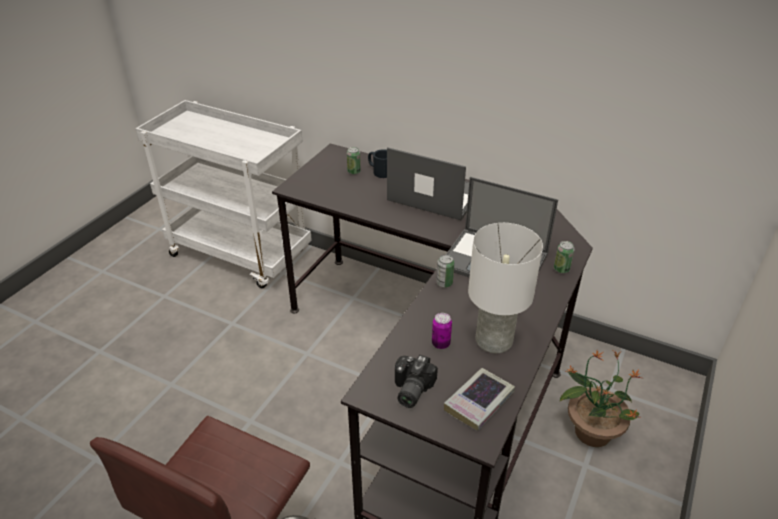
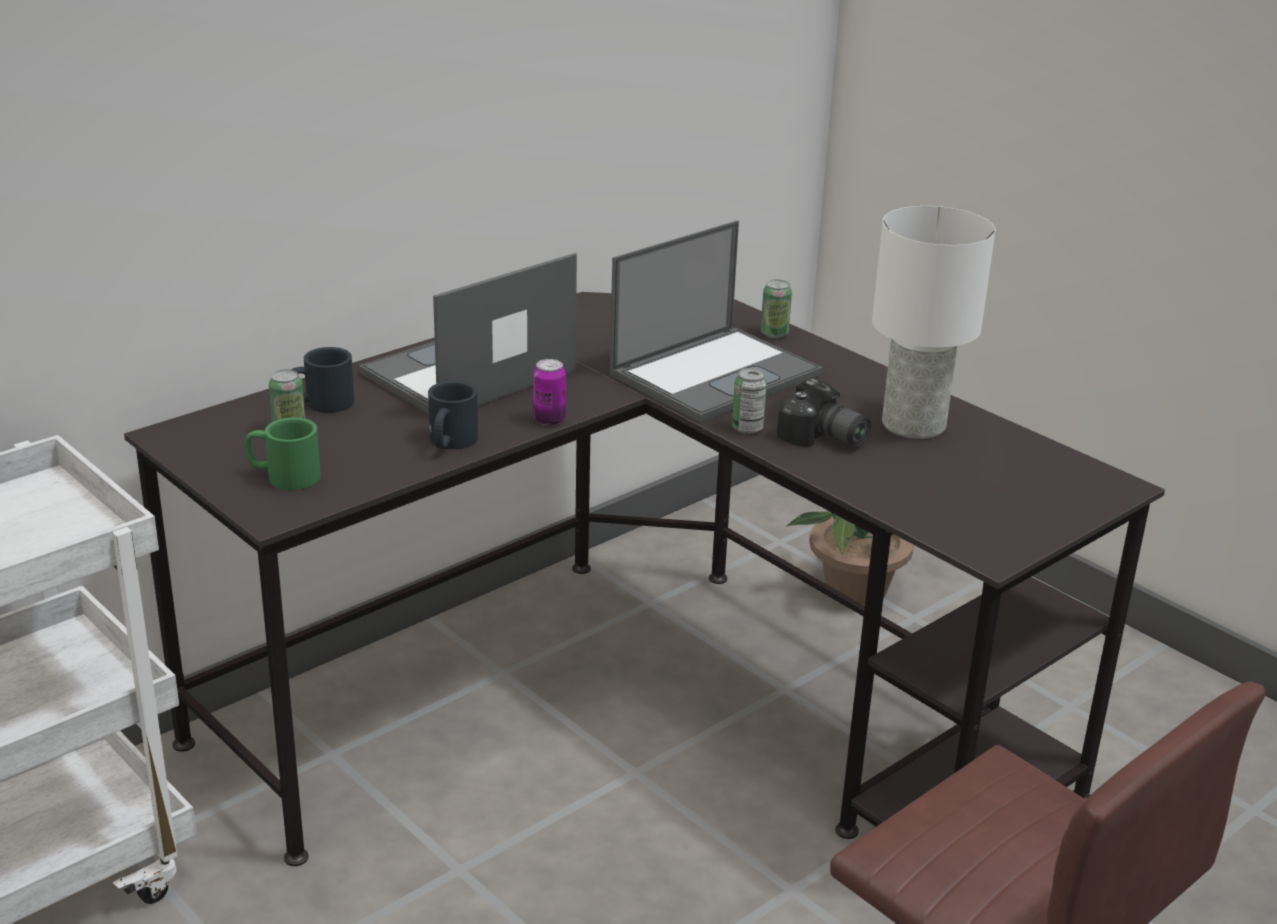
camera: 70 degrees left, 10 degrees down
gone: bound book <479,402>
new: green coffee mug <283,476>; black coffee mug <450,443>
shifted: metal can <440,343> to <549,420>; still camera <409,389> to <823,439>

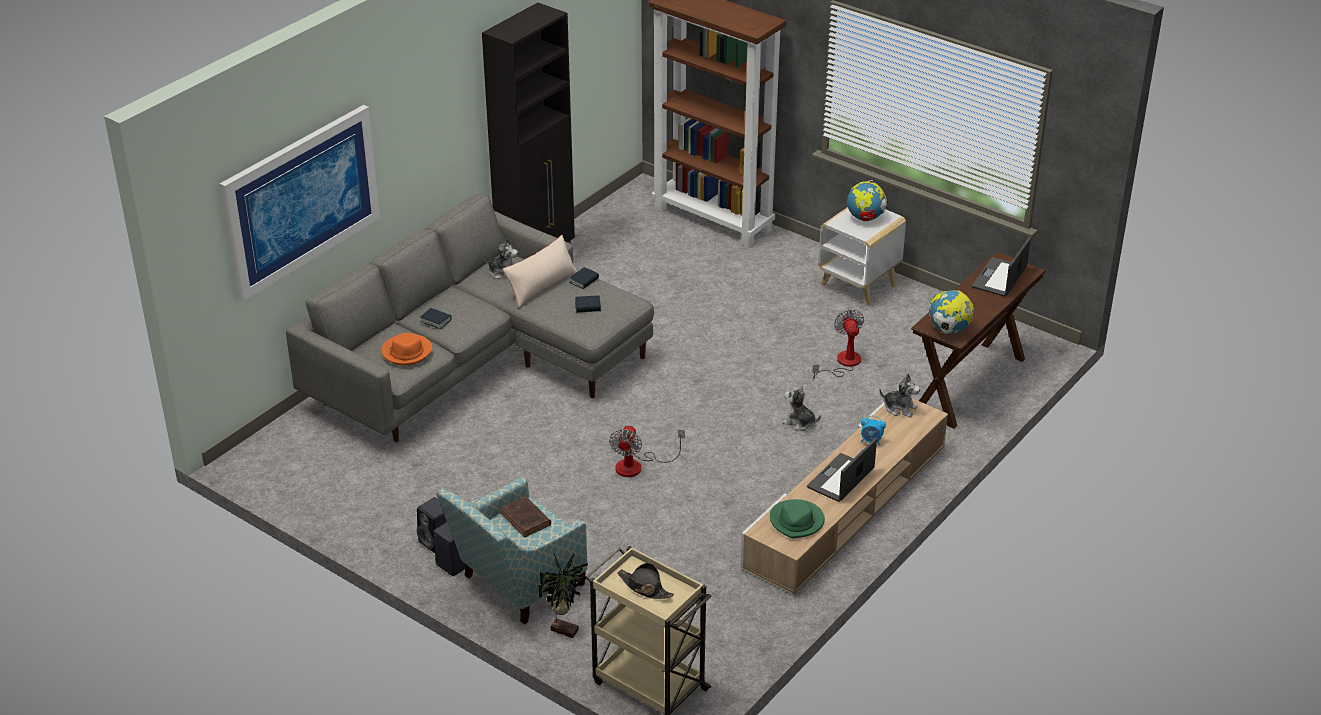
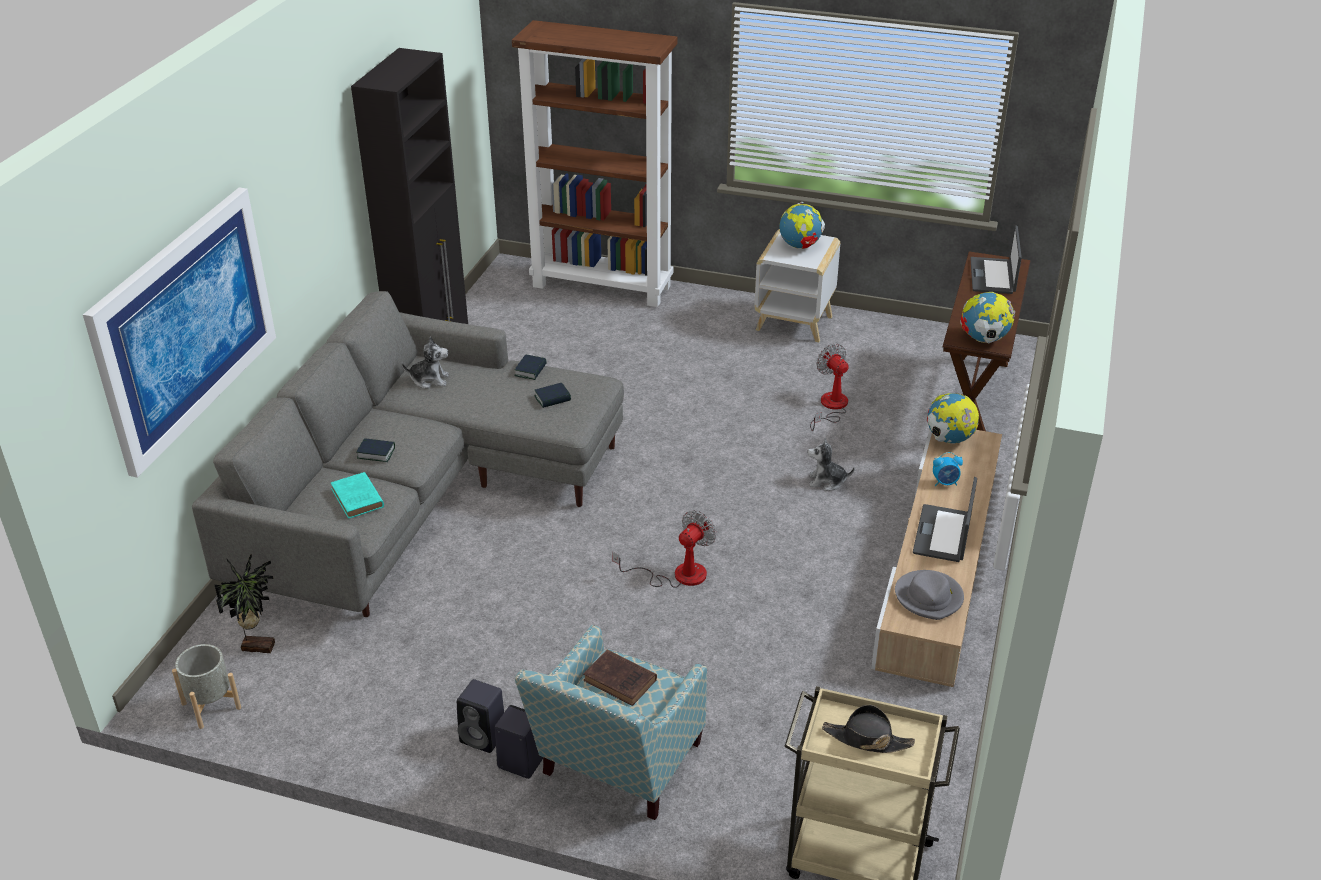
camera: 20 degrees left, 0 degrees up
gone: sand-coloured pillow <541,286>
new: greyish flower pot <211,706>
shifted: plant in a pot <564,629> to <258,645>
swapped: orange-coloured clothing hat <406,352> to blue-green bound book <358,499>; plush toy <899,408> to desk globe <949,439>
repainted: green clothing hat <797,521> to greyish clothing hat <929,597>
rotated: cooling fan <637,466> = <677,575> 135 degrees counterclockwise

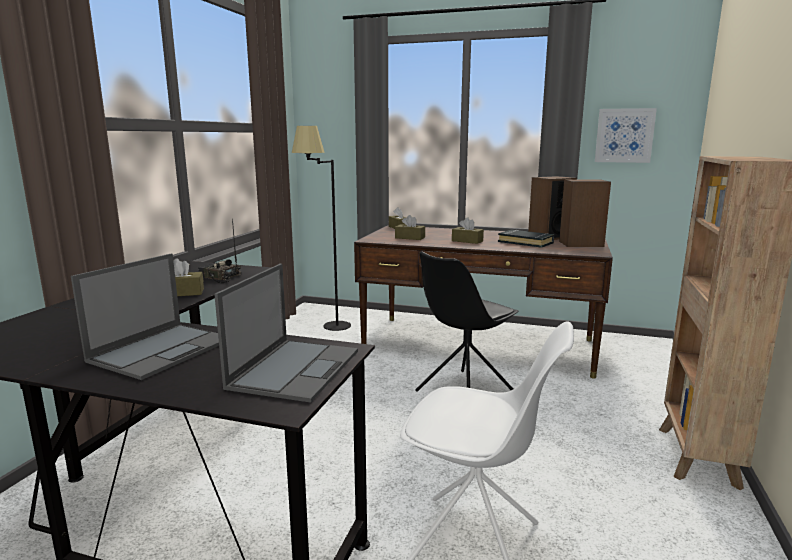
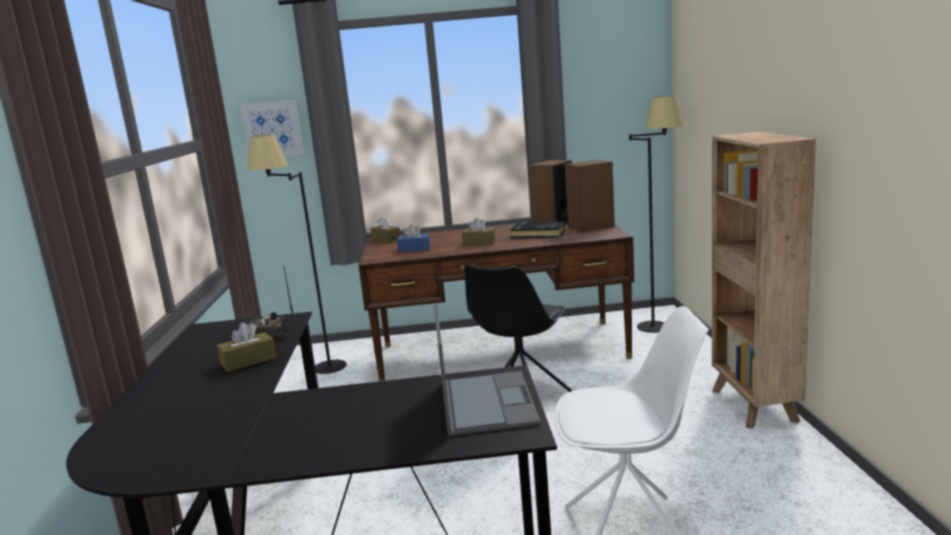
camera: 20 degrees left, 0 degrees up
gone: laptop <163,350>
new: black standard lamp <659,322>
shifted: wall art <624,135> to <272,129>
repainted: brown tissue box <410,238> to blue tissue box <414,249>

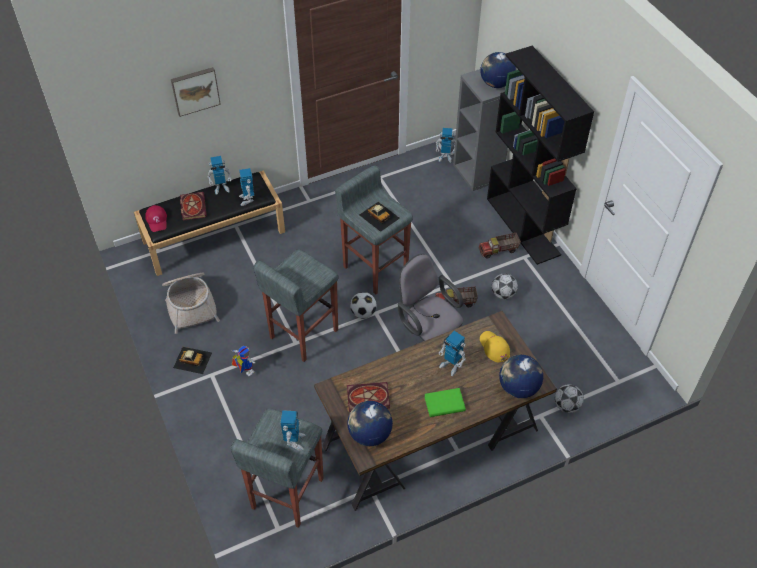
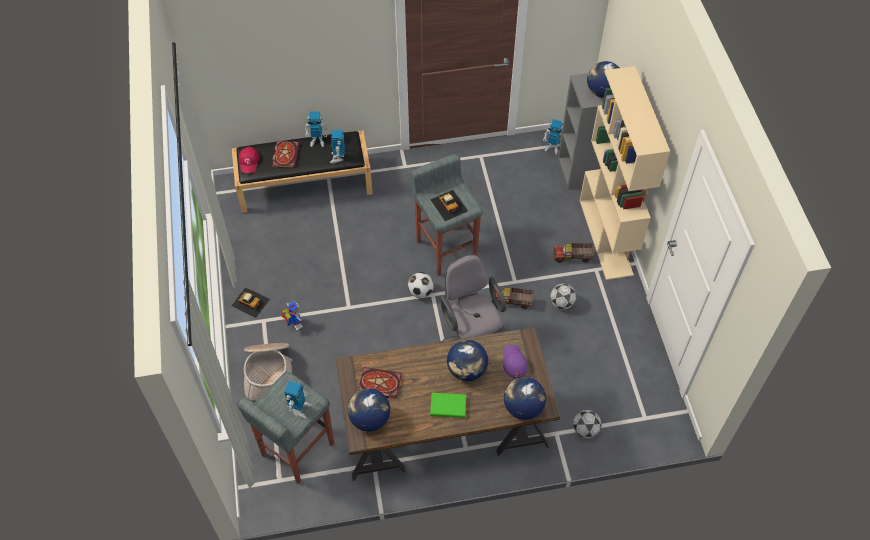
camera: 15 degrees right, 5 degrees up
gone: wall art <195,90>; greyish stool <302,334>
shifted: storage basket <190,304> to <269,374>
swapped: robot figure <451,365> to desk globe <467,370>
repainted: yellowish peaked cap <494,347> to purple peaked cap <514,362>; black bookshelf <523,226> to sand-coloured bookshelf <606,237>

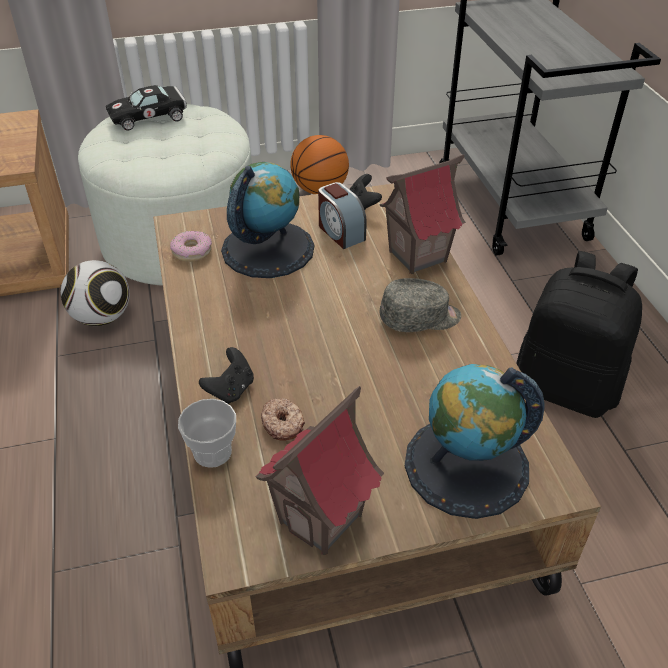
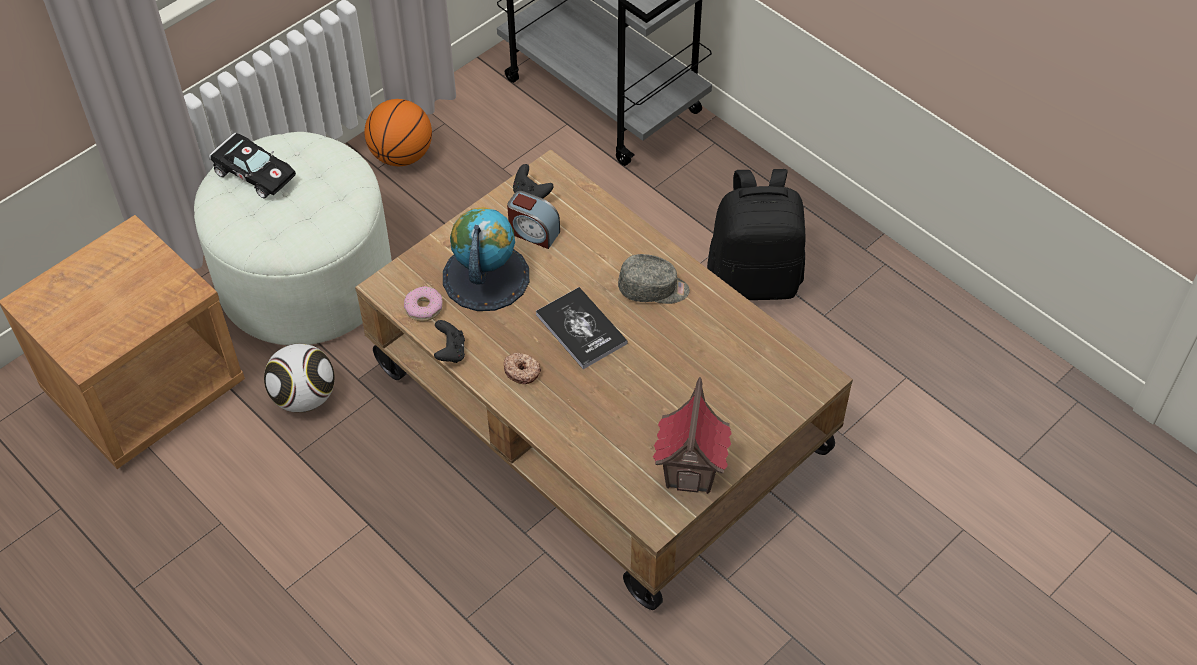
camera: 30 degrees left, 10 degrees up
gone: cup <212,452>; model house <417,256>; desk globe <466,466>
new: bound book <581,329>
shifted: black game controller <231,390> to <450,352>; doughnut <283,424> to <522,371>
rotated: black model car <151,117> = <252,173> 90 degrees counterclockwise; greyish peaked cap <420,318> = <653,289> 45 degrees clockwise

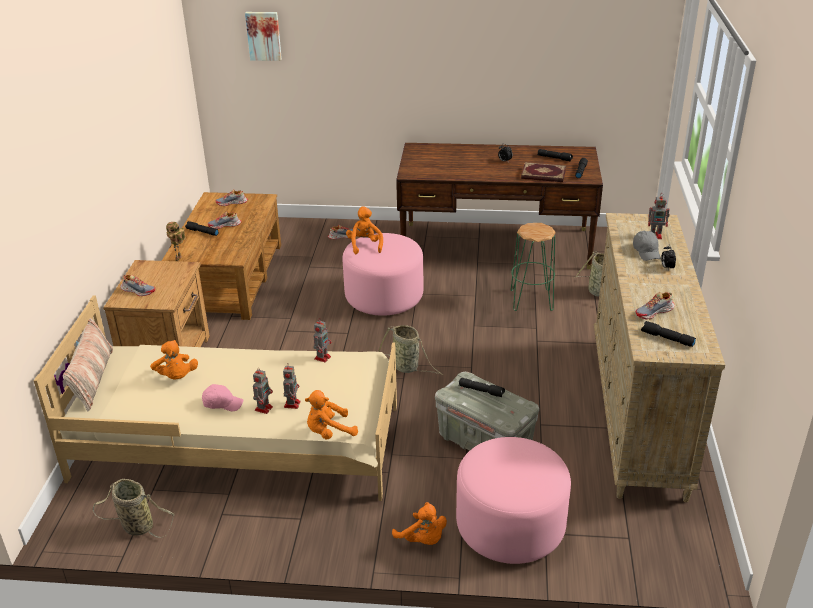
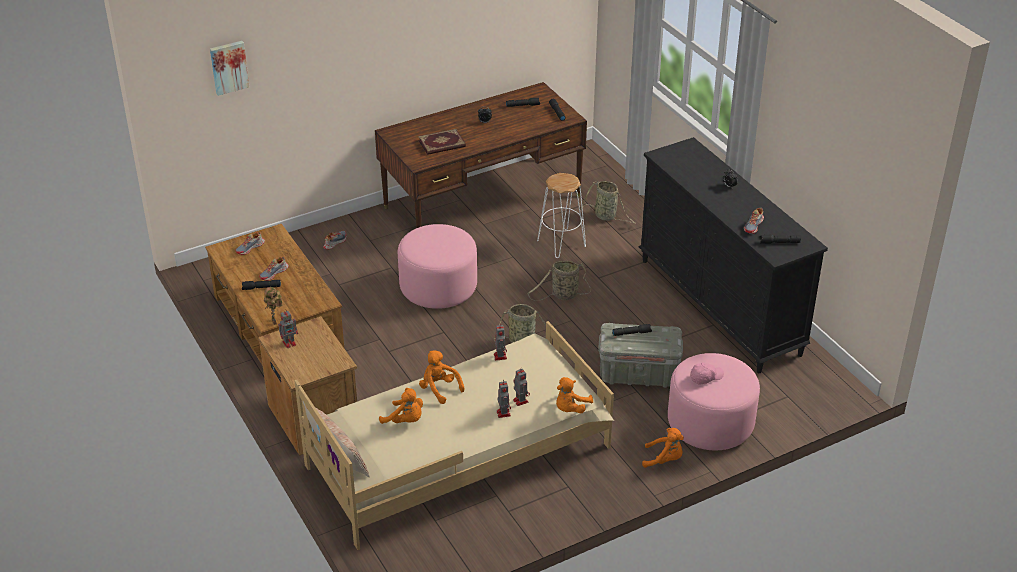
camera: 35 degrees left, 5 degrees up
gone: item of footwear <138,290>; greyish peaked cap <646,252>
shifted: robot figure <656,235> to <290,343>; bound book <543,175> to <442,144>; orange-coloured plush toy <365,245> to <439,389>; storage basket <135,526> to <563,295>; pinkish peaked cap <222,403> to <705,377>
repainted: green stool <531,300> to white stool <561,243>; sand-coloured chest of drawers <637,414> to black chest of drawers <719,307>

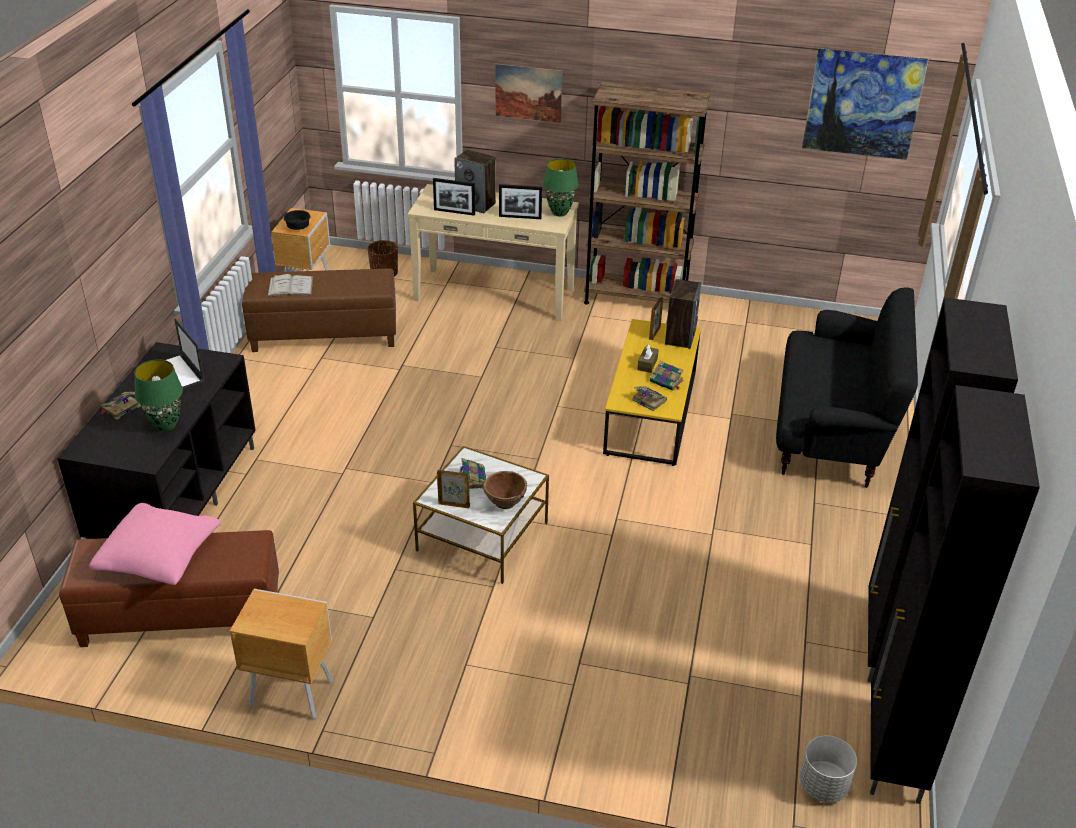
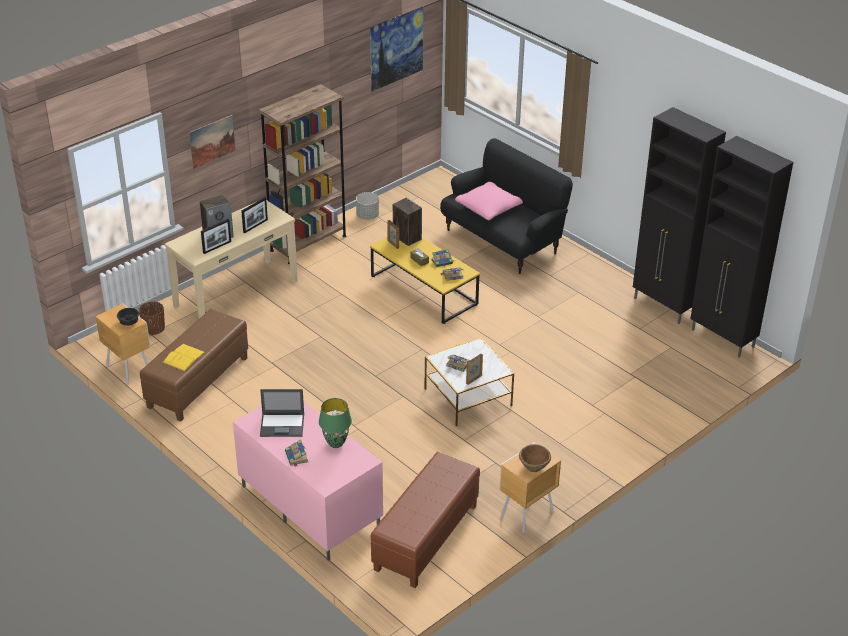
camera: 55 degrees left, 0 degrees up
gone: green table lamp <559,213>
shifted: greyish flower pot <823,786> to <367,216>; pinkish pillow <159,556> to <488,208>; brown serving bowl <505,503> to <534,467>
repainted: white bound book <290,287> to yellowish bound book <184,358>; black tv stand <175,496> to pinkish tv stand <308,506>

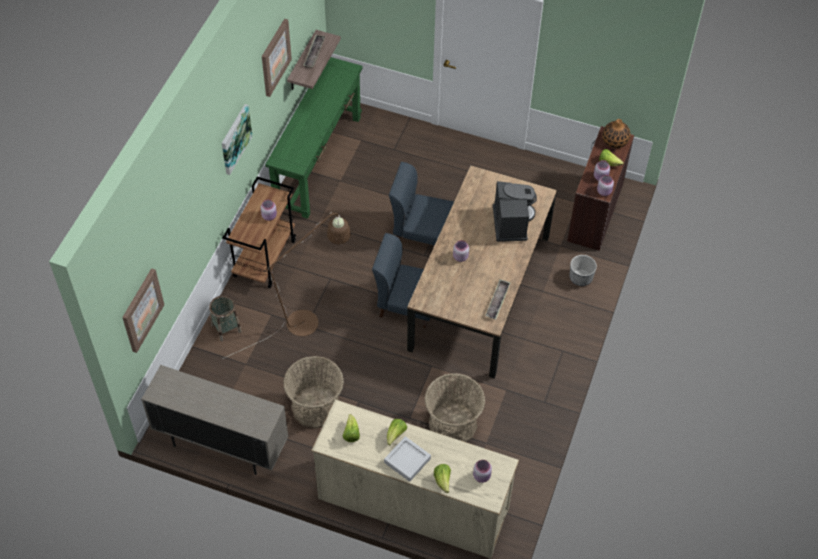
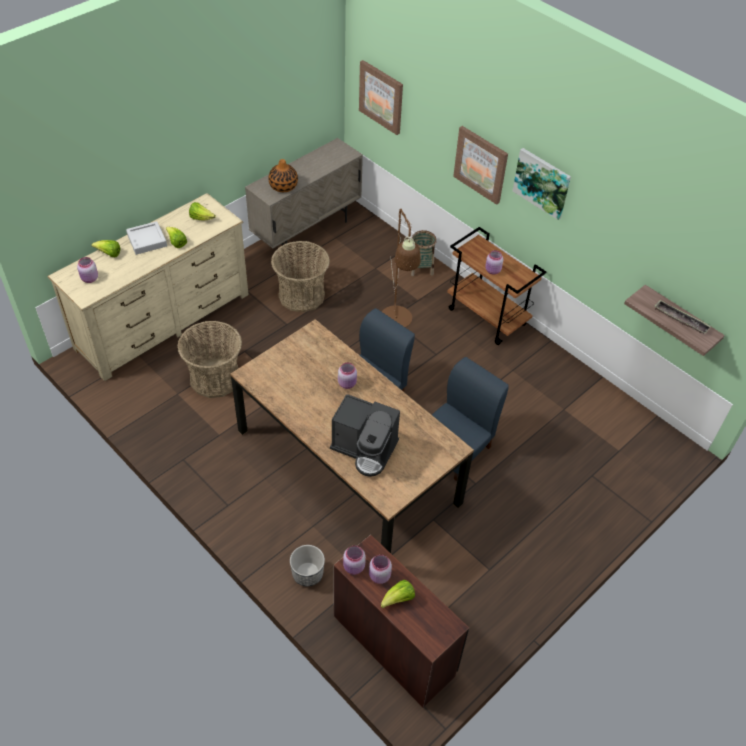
camera: 115 degrees right, 5 degrees down
gone: green hall table <318,161>; tray <497,301>
shifted: flower vase <615,141> to <283,186>; wall art <275,57> to <481,164>

